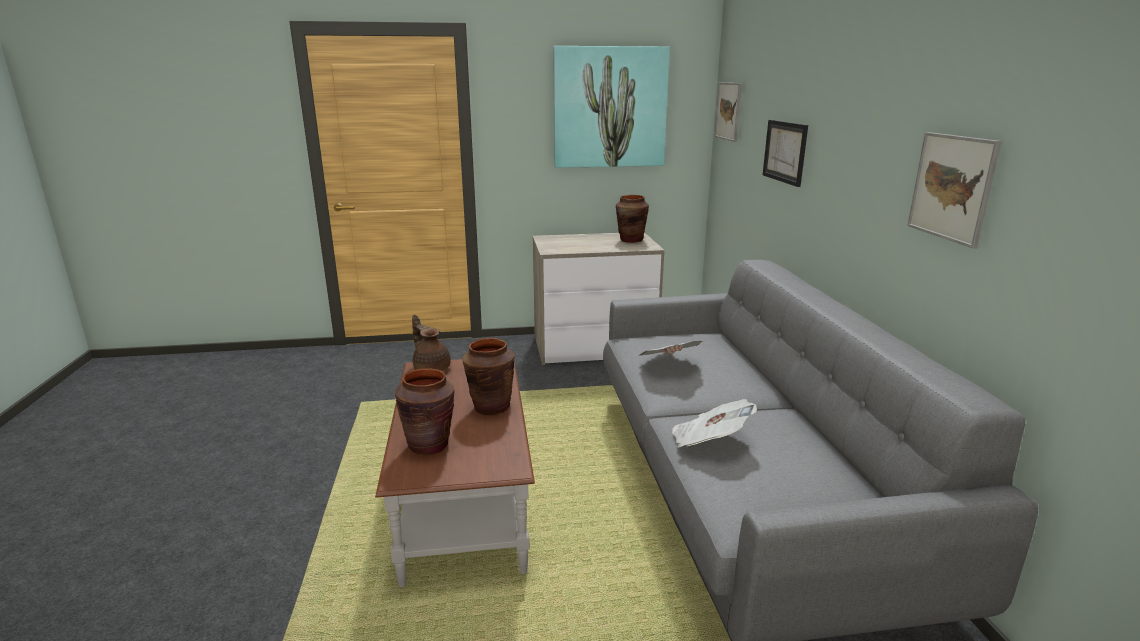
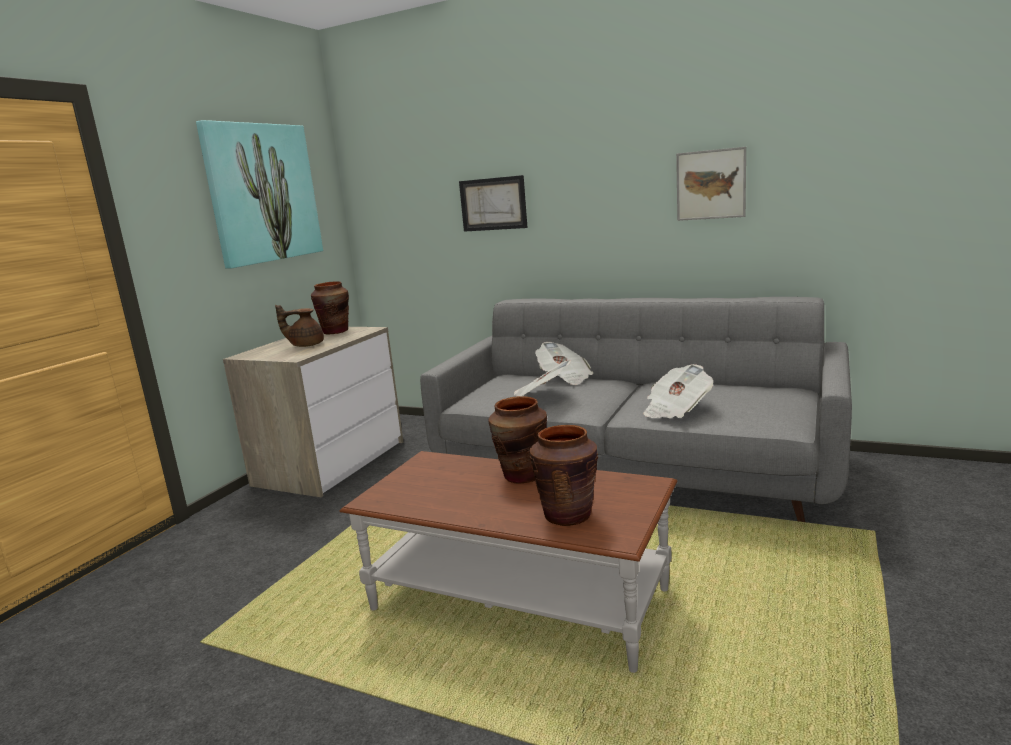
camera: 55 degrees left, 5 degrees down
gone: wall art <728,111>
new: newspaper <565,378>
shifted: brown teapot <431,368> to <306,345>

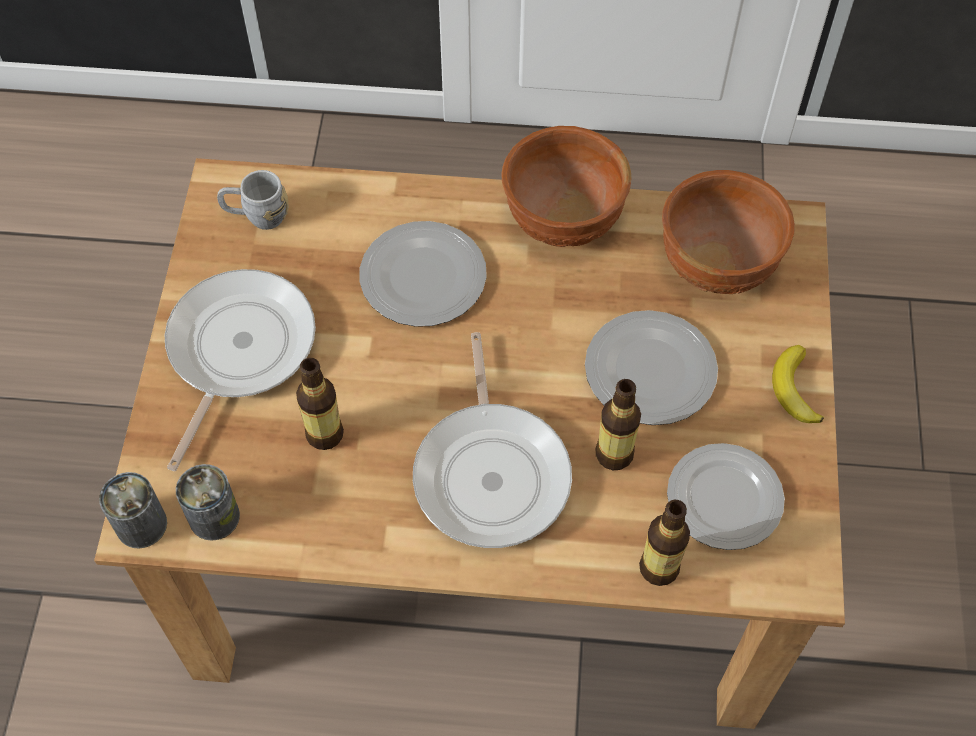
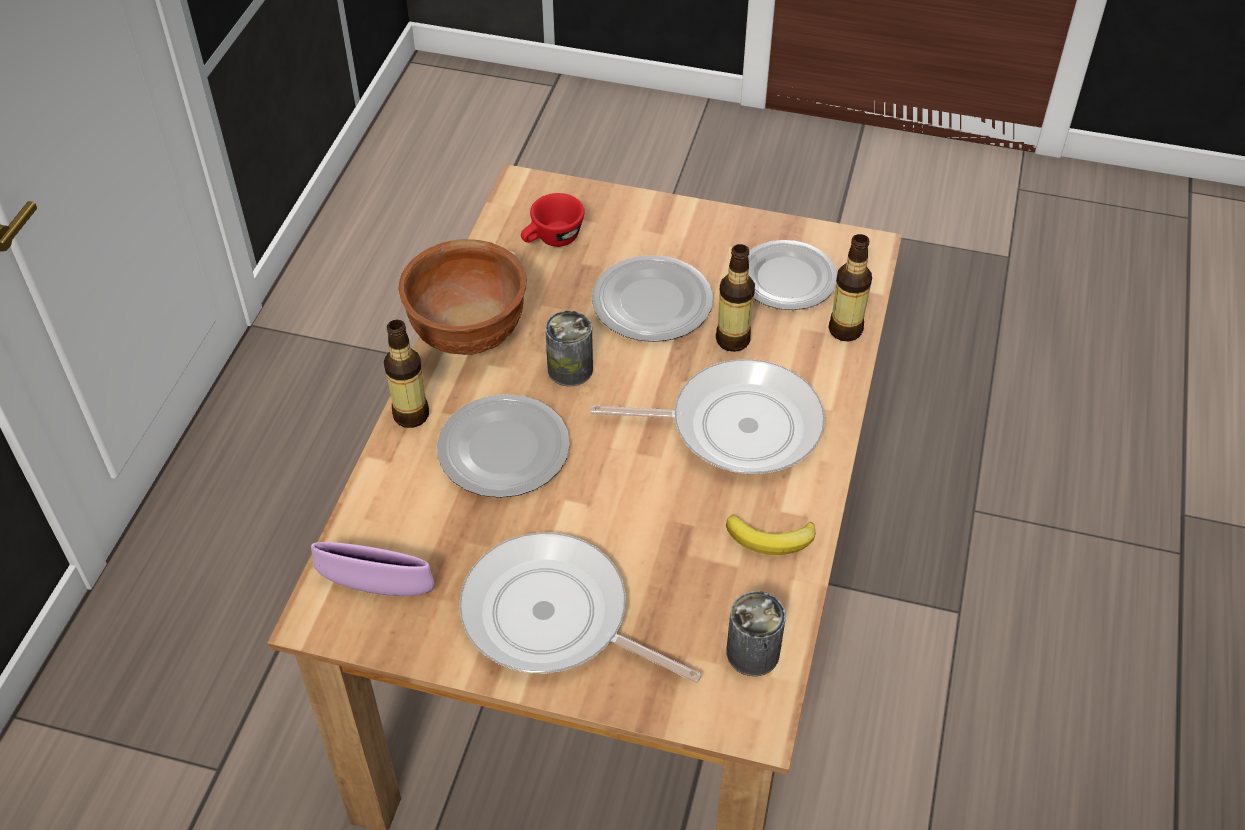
camera: 80 degrees left, 10 degrees down
shifted: drink bottle <324,434> to <411,415>; metal can <141,524> to <570,369>; banana fruit <794,389> to <771,539>
swapped: greyish coffee mug <257,216> to purple serving bowl <376,587>; brown serving bowl <718,265> to red-coloured cup <552,240>

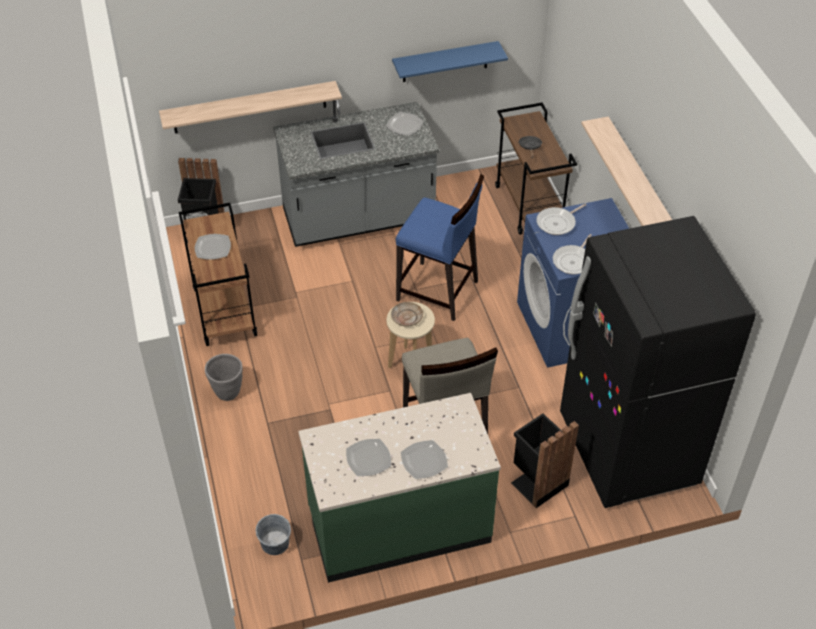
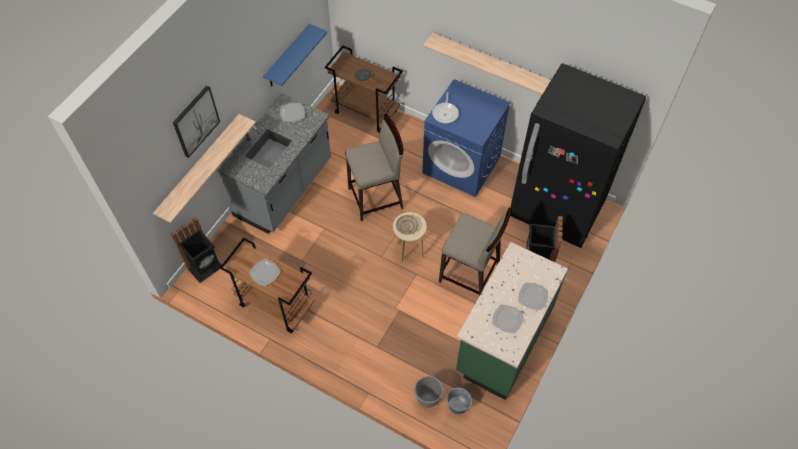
camera: 45 degrees left, 10 degrees up
gone: frying pan <573,261>
new: wall art <195,121>
shifted: greyish flower pot <227,392> to <427,399>
repainted: blue stool <438,291> to sand-coloured stool <376,198>

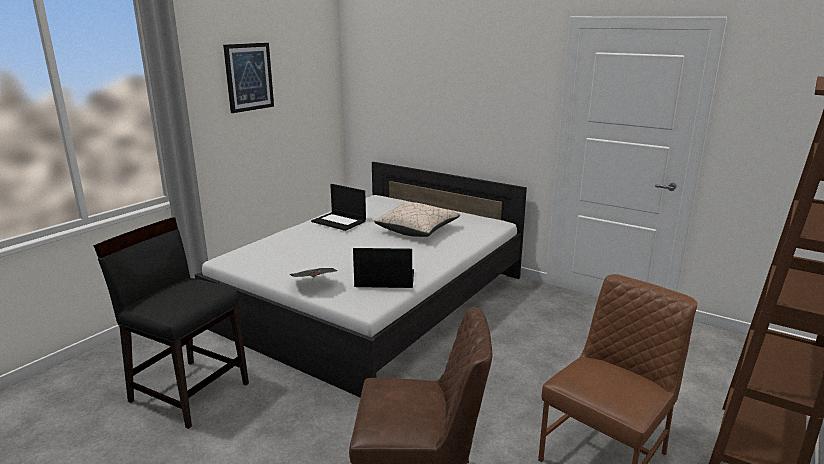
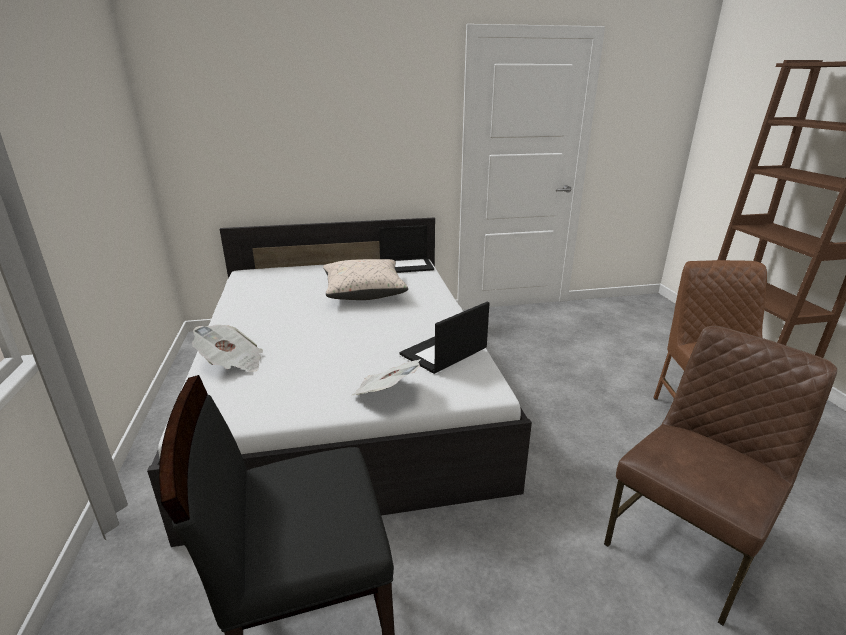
camera: 45 degrees left, 5 degrees up
gone: wall art <249,77>
new: newspaper <232,363>
shifted: laptop <339,221> to <406,265>

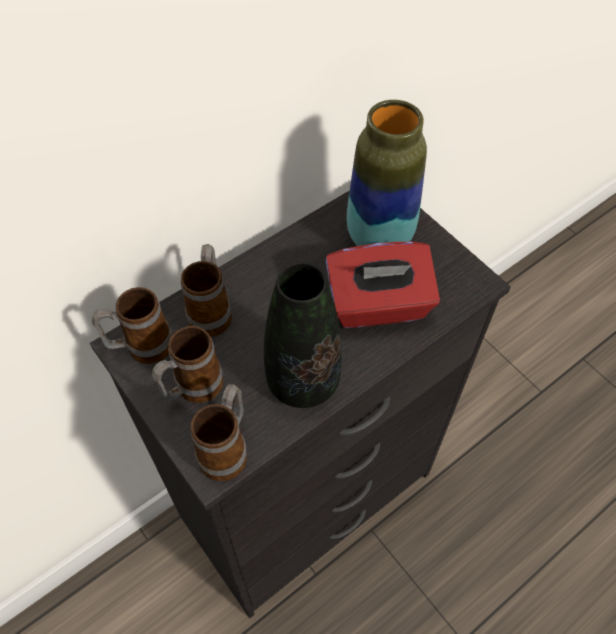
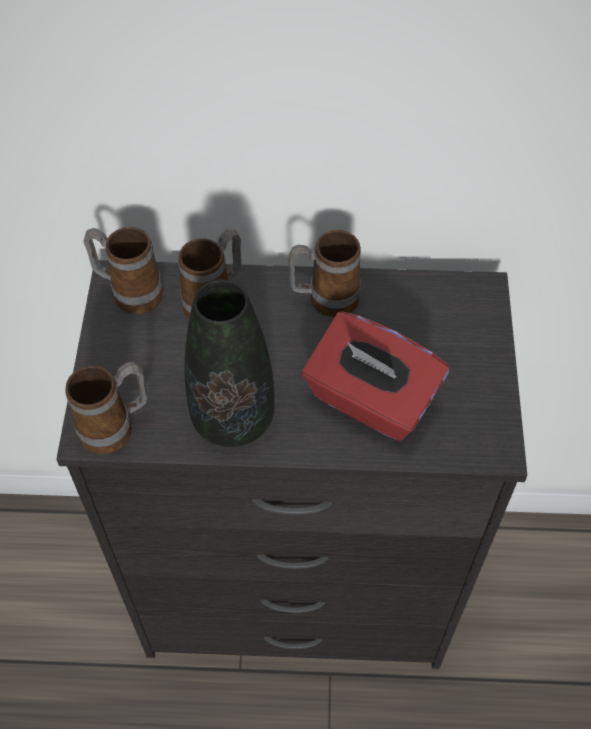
camera: 40 degrees right, 0 degrees up
gone: flower vase <379,238>
shifted: coffee mug <192,389> to <323,299>

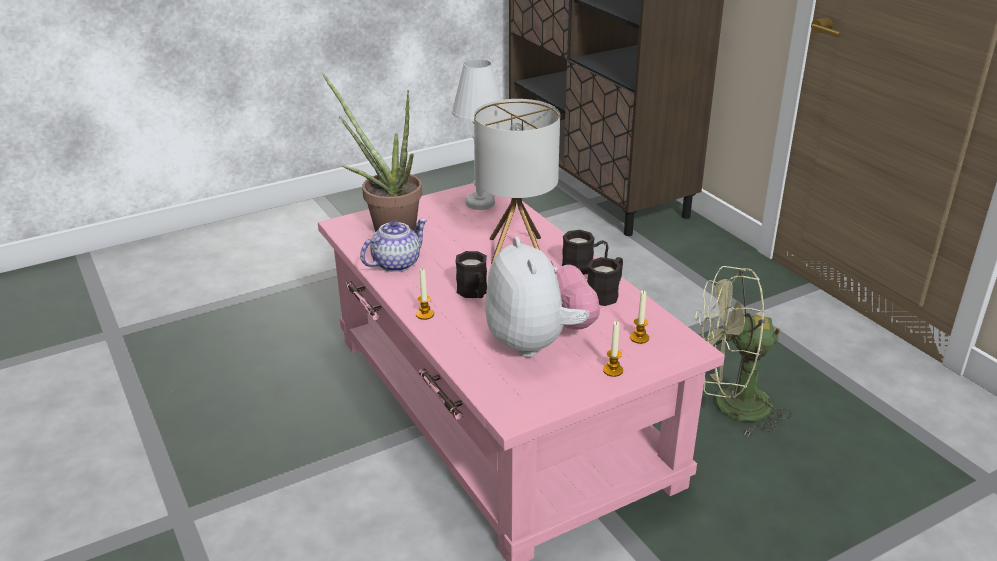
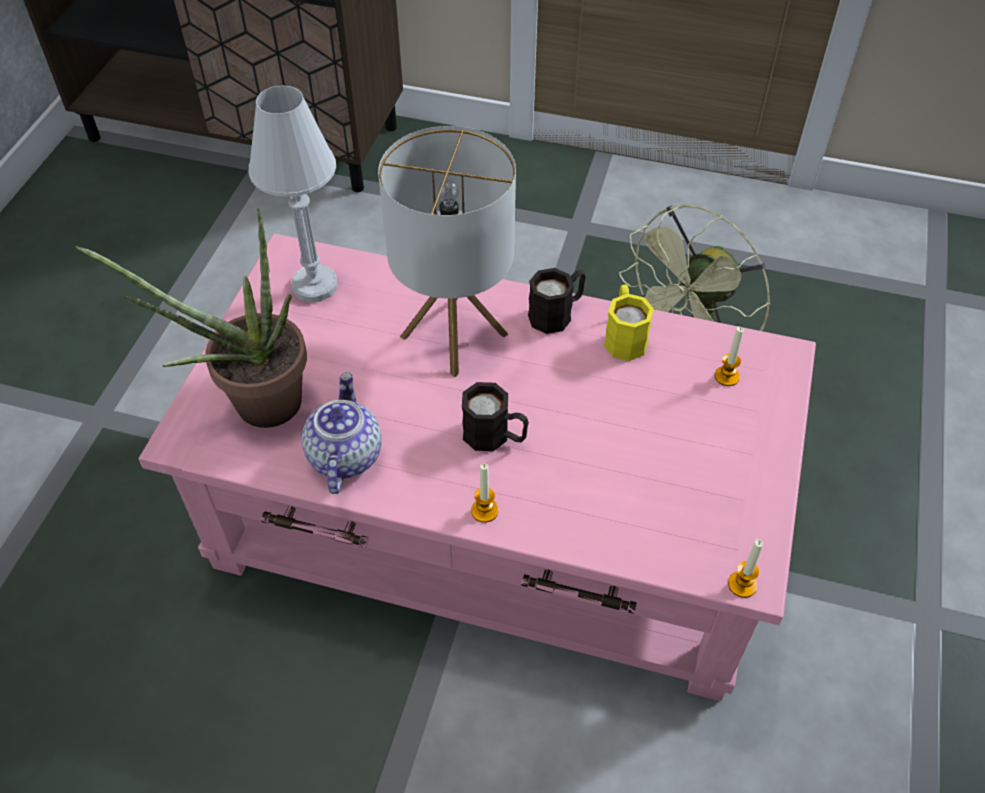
camera: 45 degrees left, 20 degrees up
gone: plush toy <538,342>
shifted: candle <613,370> to <742,585>
repainted: black coffee mug <606,294> to yellowish coffee mug <624,336>

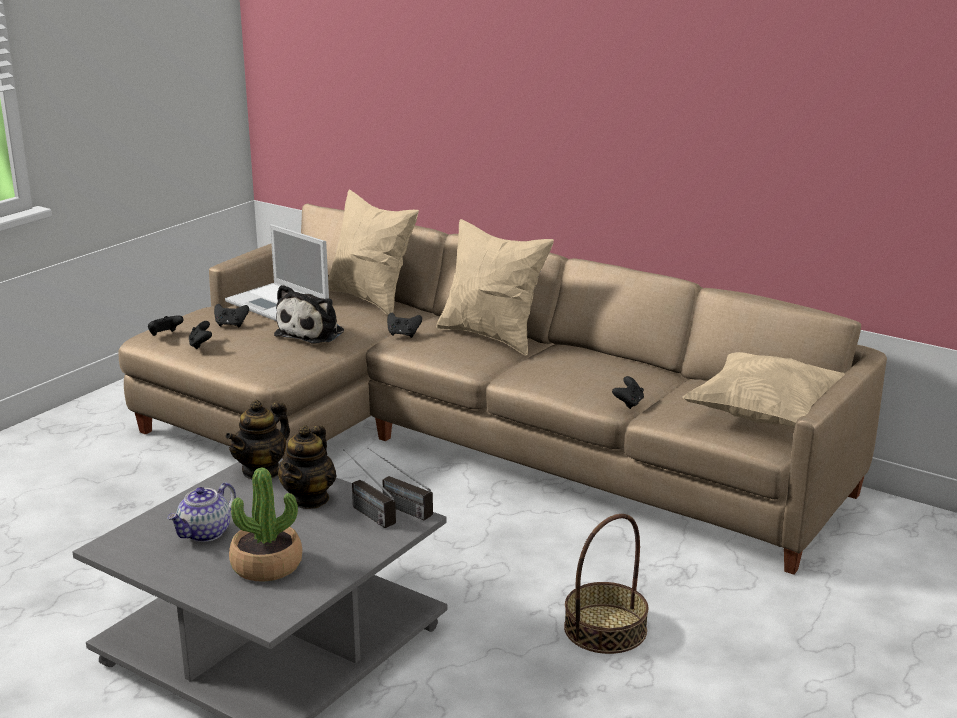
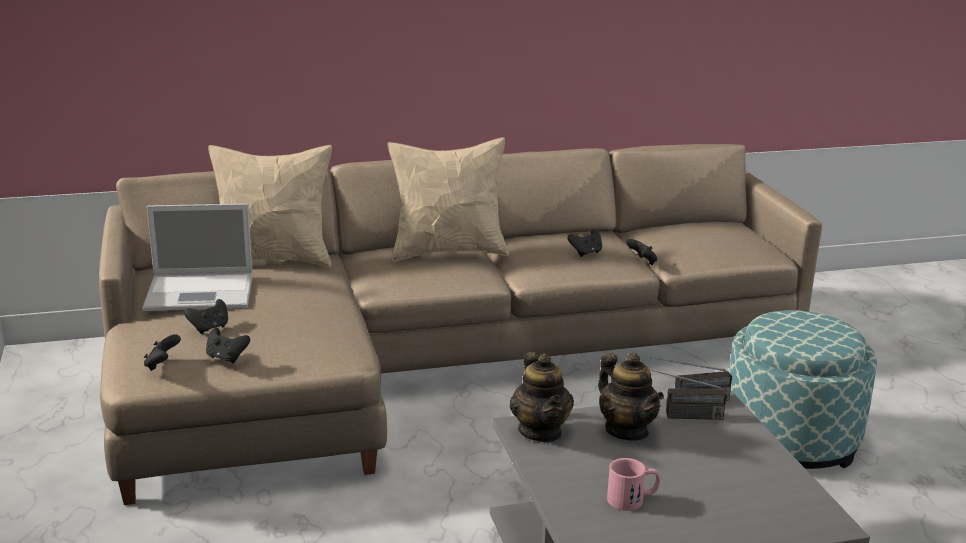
camera: 50 degrees left, 0 degrees up
gone: plant in a pot <266,565>; plush toy <313,332>; sand-coloured pillow <766,417>
shifted: black game controller <403,334> to <586,253>
swapped: teapot <205,533> to pinkish coffee mug <632,499>; storage basket <605,629> to footrest <790,440>

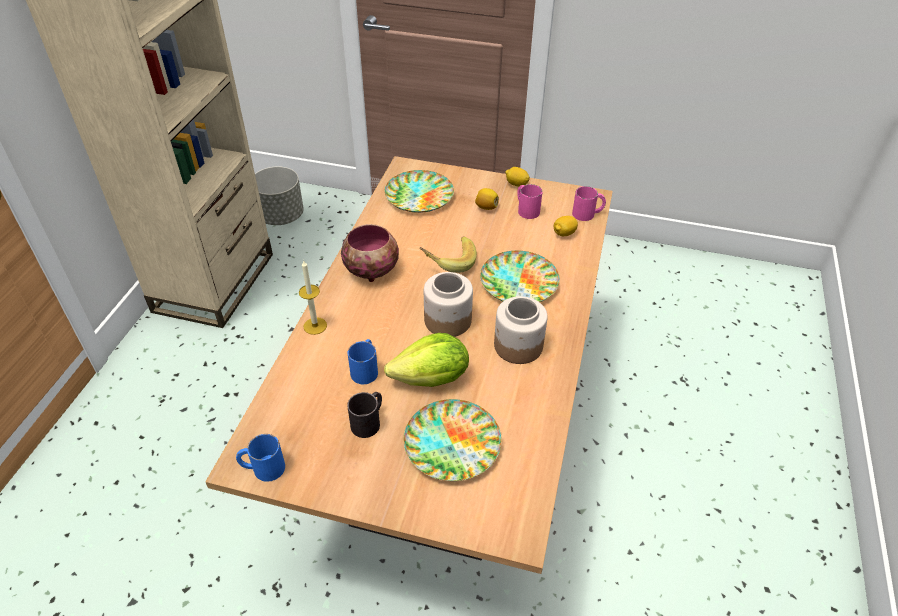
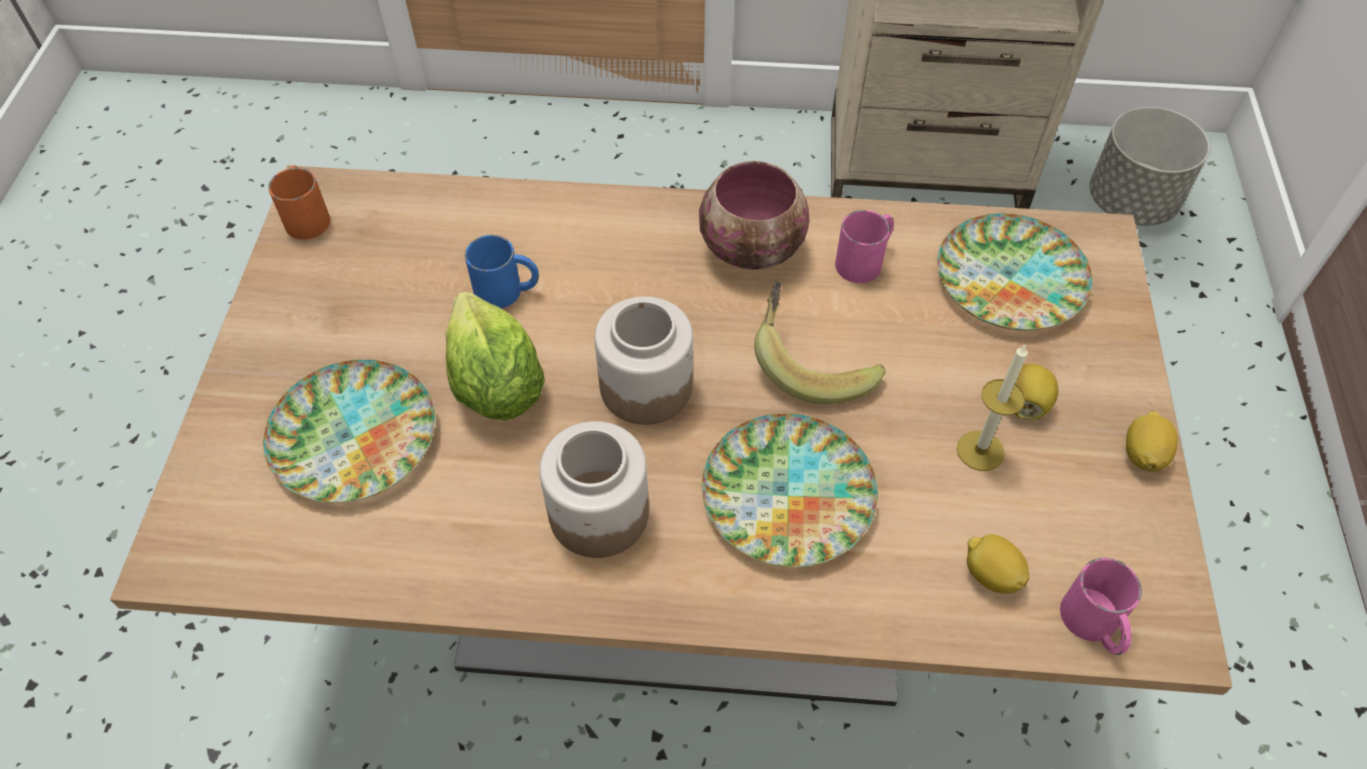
camera: 80 degrees right, 10 degrees up
gone: black coffee mug <369,421>
shifted: pinkish coffee mug <526,209> to <865,260>; candle <315,326> to <980,450>
repainted: blue coffee mug <262,468> to orange-coloured coffee mug <307,215>

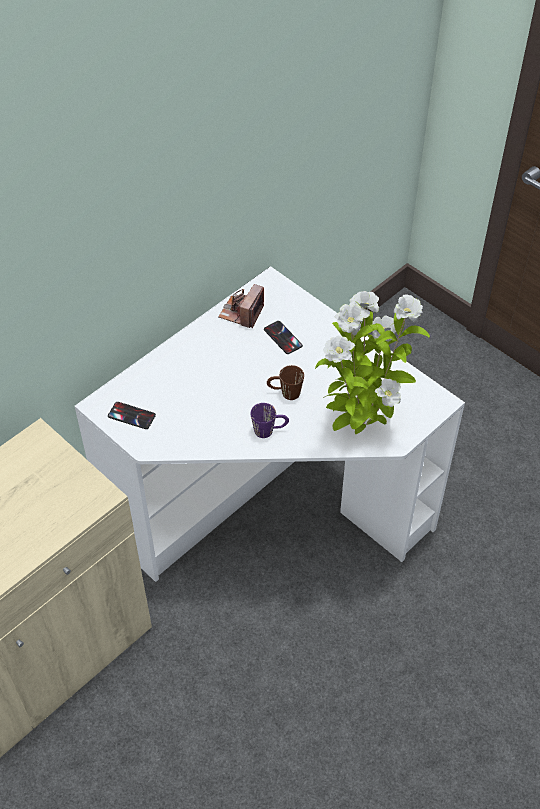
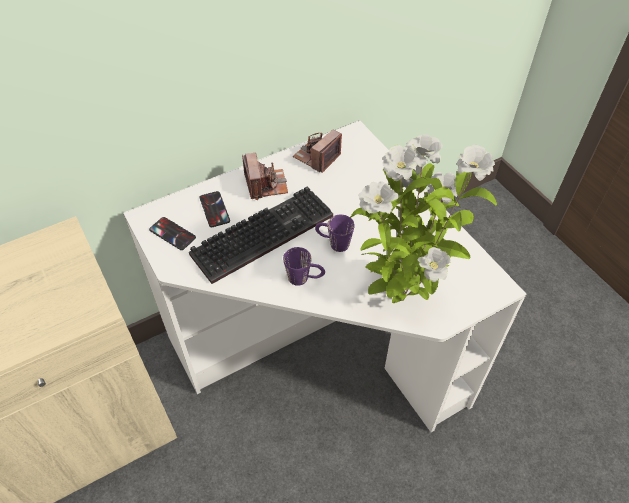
camera: 15 degrees right, 0 degrees up
new: PC keyboard <263,232>; still camera <265,185>
shifted: phone <282,338> to <214,209>
repainted: brown coffee mug <285,393> to purple coffee mug <333,243>

